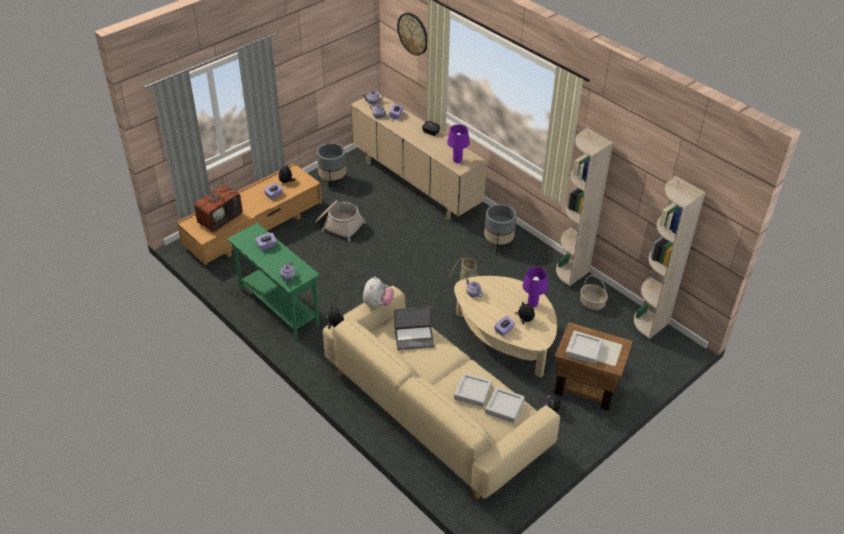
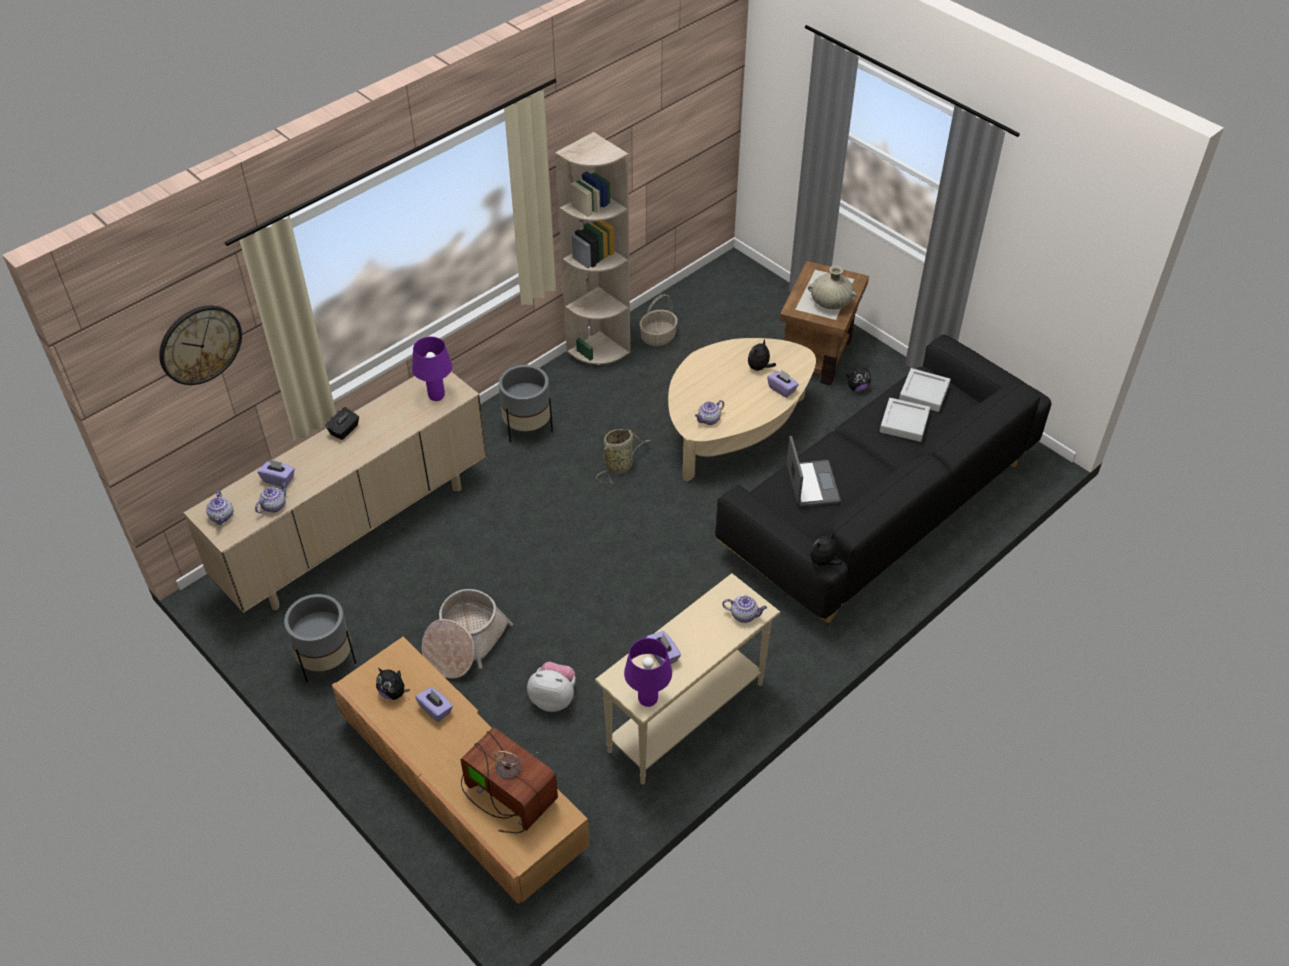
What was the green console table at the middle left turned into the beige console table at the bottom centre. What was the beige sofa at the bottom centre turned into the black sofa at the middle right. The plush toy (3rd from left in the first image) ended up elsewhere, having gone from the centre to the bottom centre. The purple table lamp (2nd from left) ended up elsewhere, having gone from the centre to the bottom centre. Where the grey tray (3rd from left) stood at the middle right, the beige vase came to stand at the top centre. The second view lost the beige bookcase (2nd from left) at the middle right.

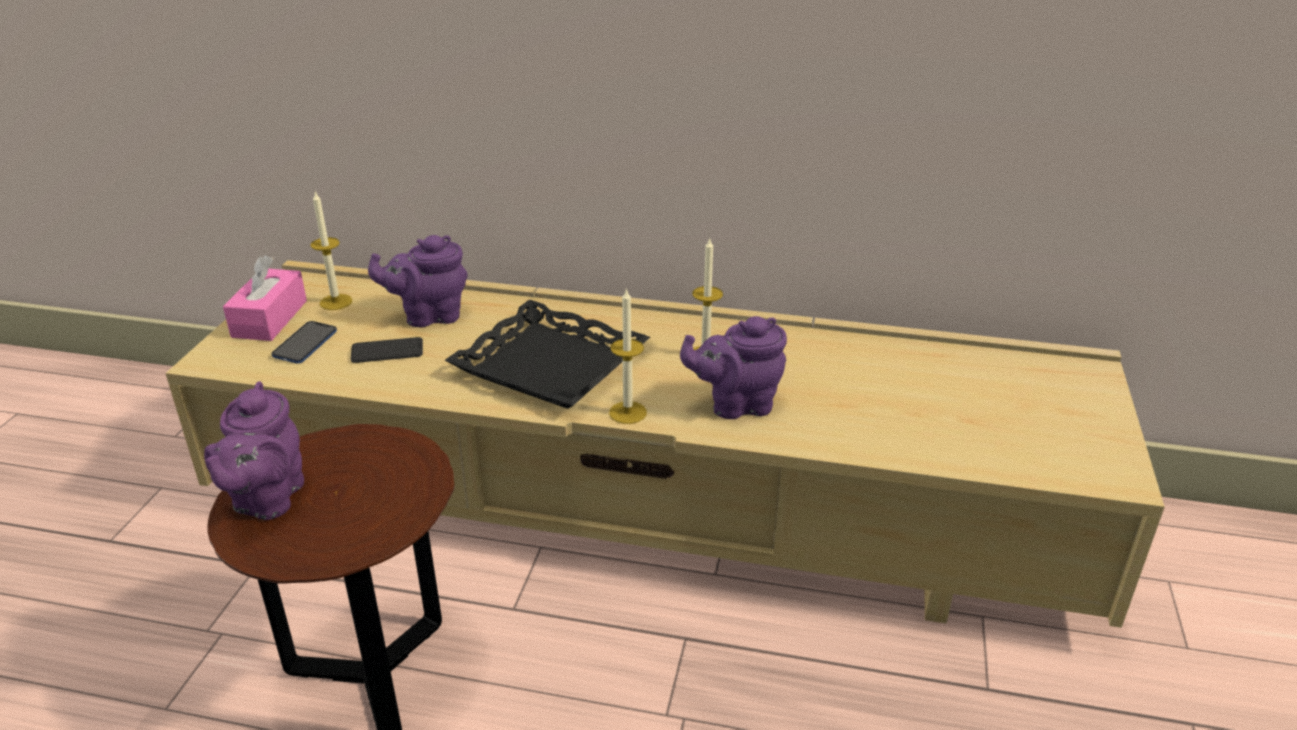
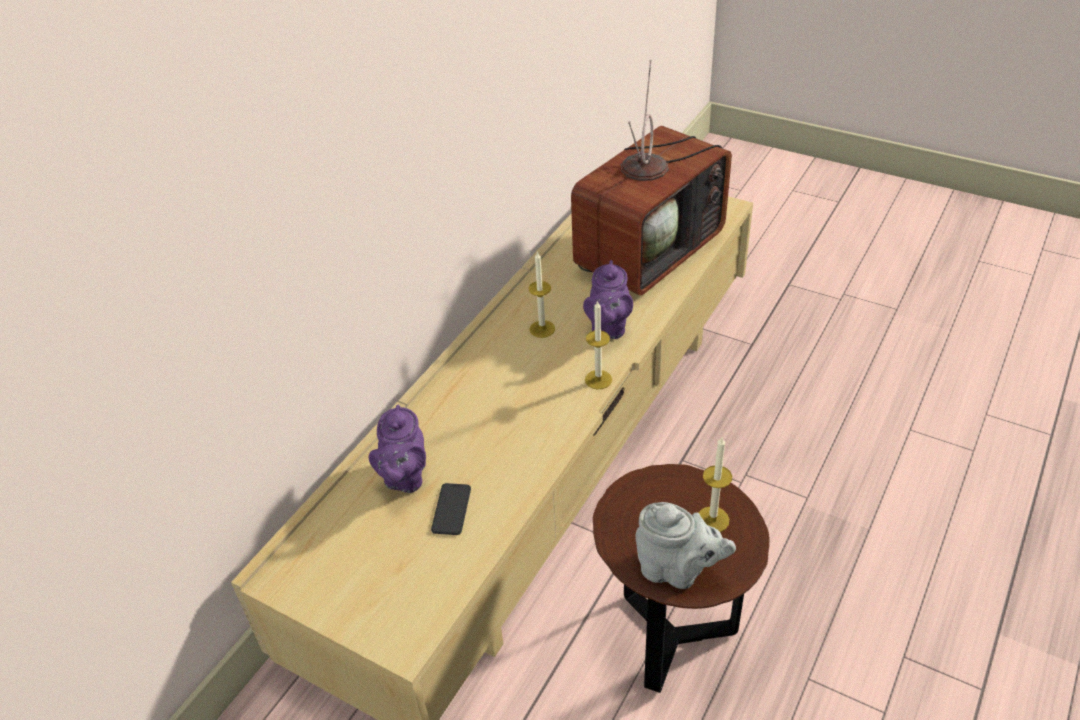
What was the purple teapot (1st from left) at the middle left turned into the grey teapot at the bottom centre. The second view lost the pink tissue box at the middle left. The second view lost the phone (1st from left) at the middle left. The candle (1st from left in the first image) ended up elsewhere, having gone from the middle left to the bottom centre. The second view lost the black tray at the centre. The second view gained the television at the top centre.

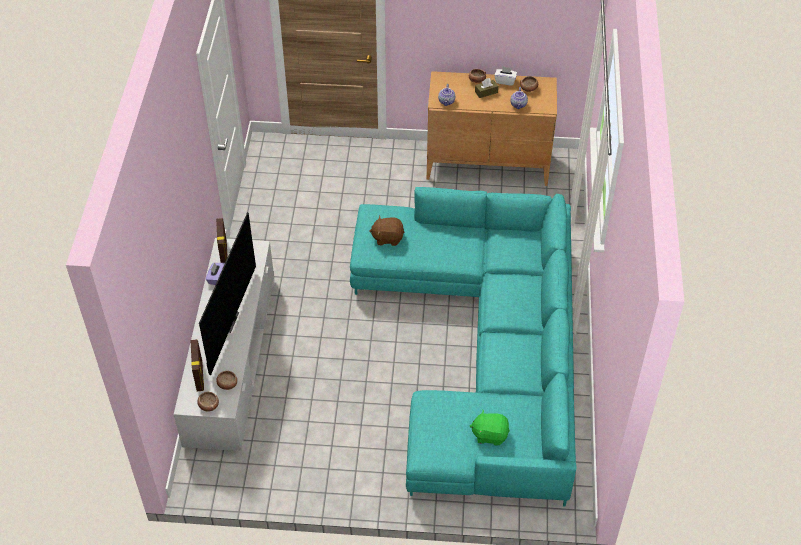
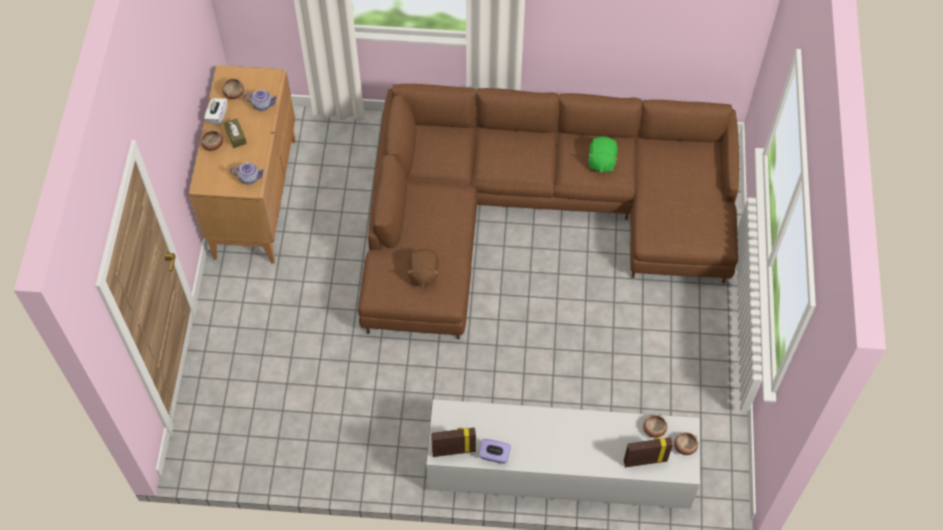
The second view lost the television at the middle left. What was the turquoise sofa at the centre turned into the brown sofa at the centre. The green plush toy ended up elsewhere, having gone from the bottom centre to the top centre.

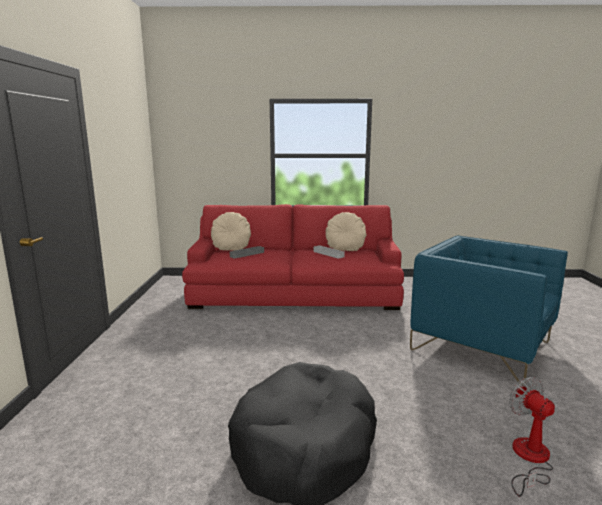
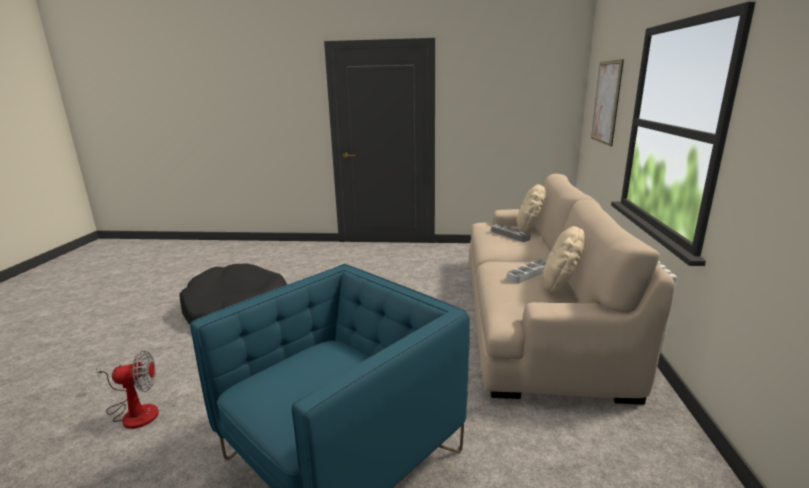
What was the red sofa at the centre turned into the beige sofa at the middle right. The second view gained the picture at the top right.

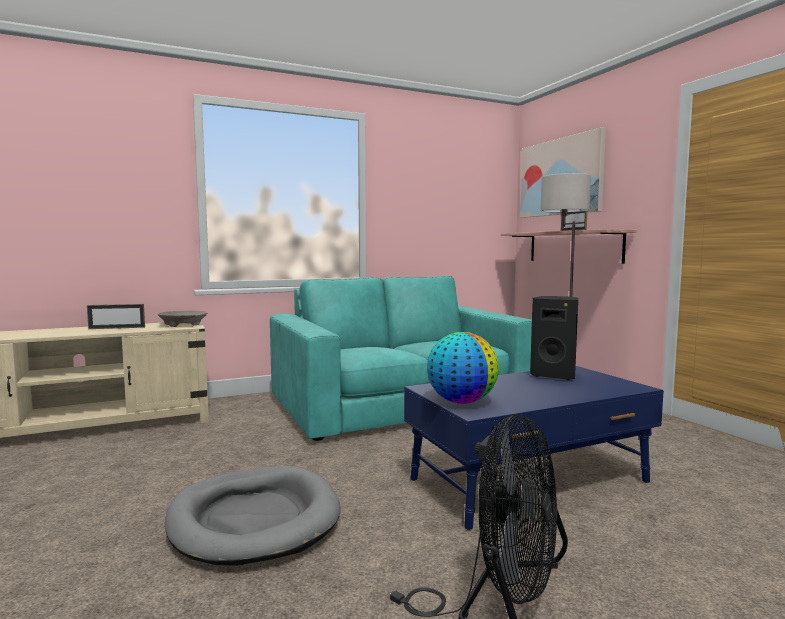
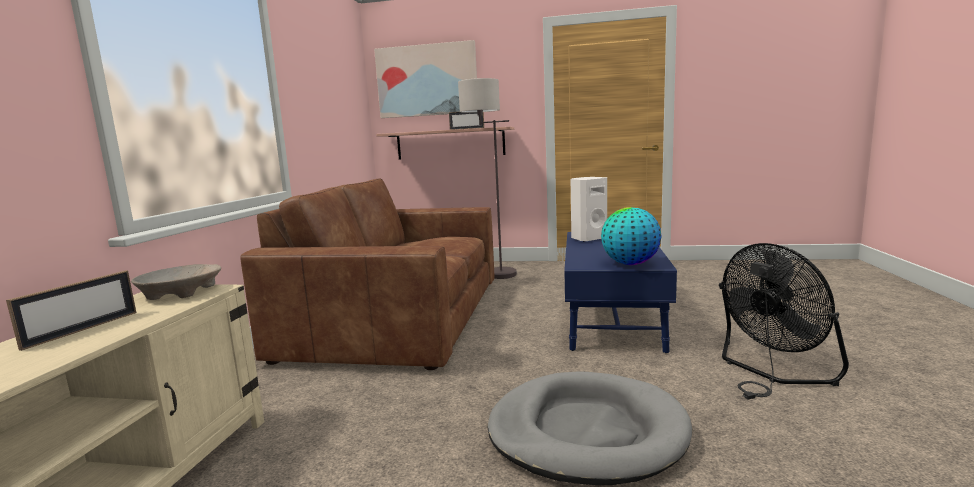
What was the turquoise sofa at the centre turned into the brown sofa at the centre. What was the black speaker at the middle right turned into the white speaker at the centre.

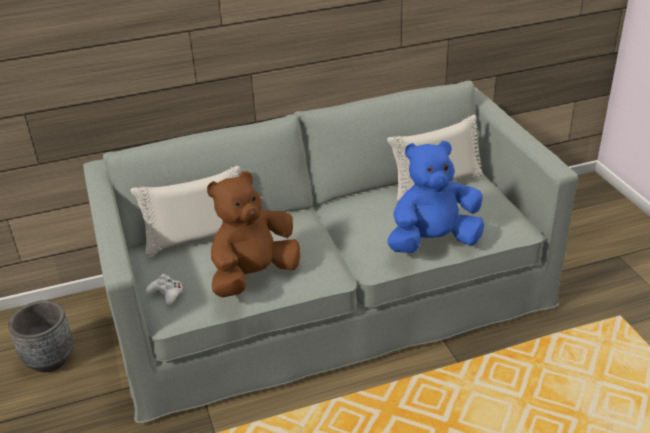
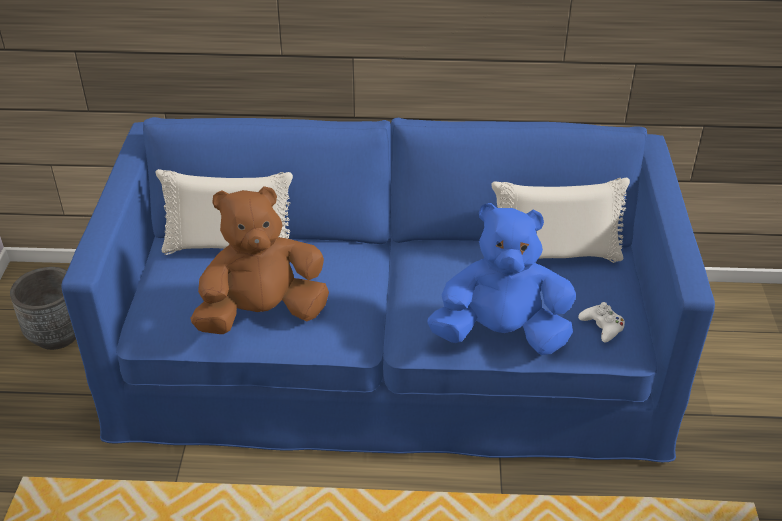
What was the grey sofa at the centre turned into the blue sofa at the centre. The white game controller ended up elsewhere, having gone from the bottom left to the middle right.

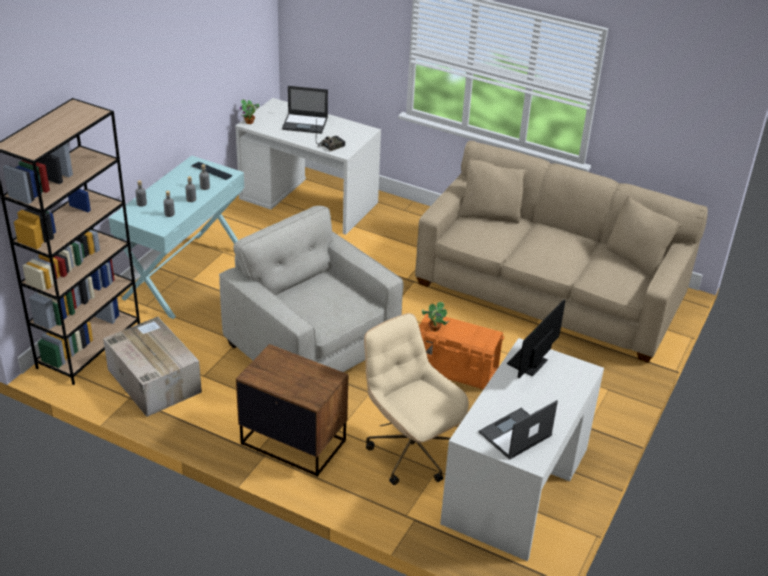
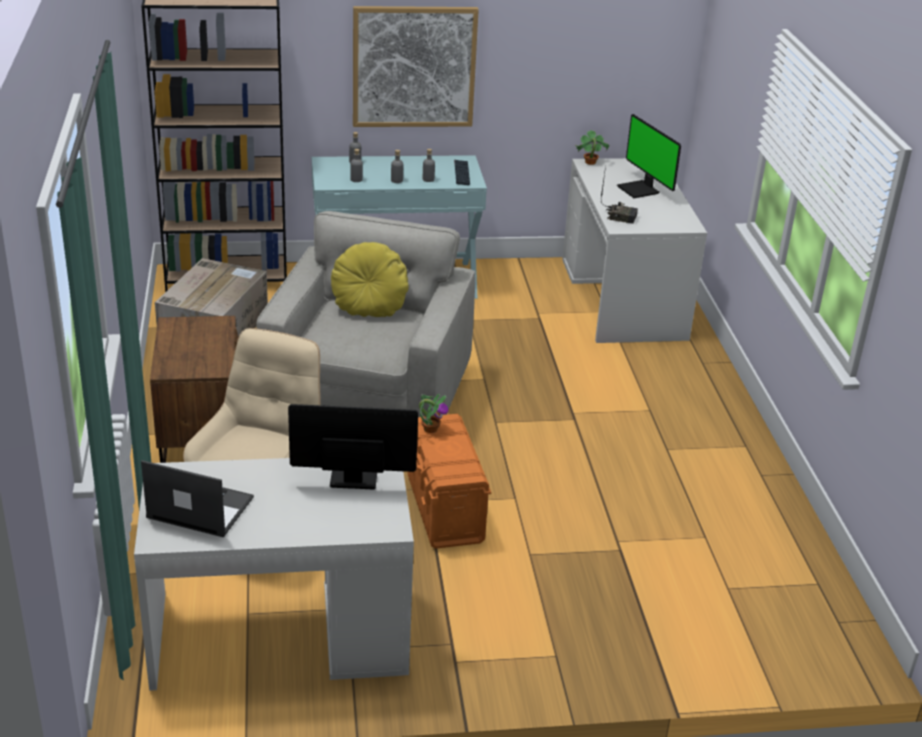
Where the laptop (1st from left) stood at the top centre, the monitor (2nd from left) came to stand at the top right. The second view lost the beige sofa at the middle right. The second view gained the yellow pillow at the centre. The second view gained the picture at the top centre.

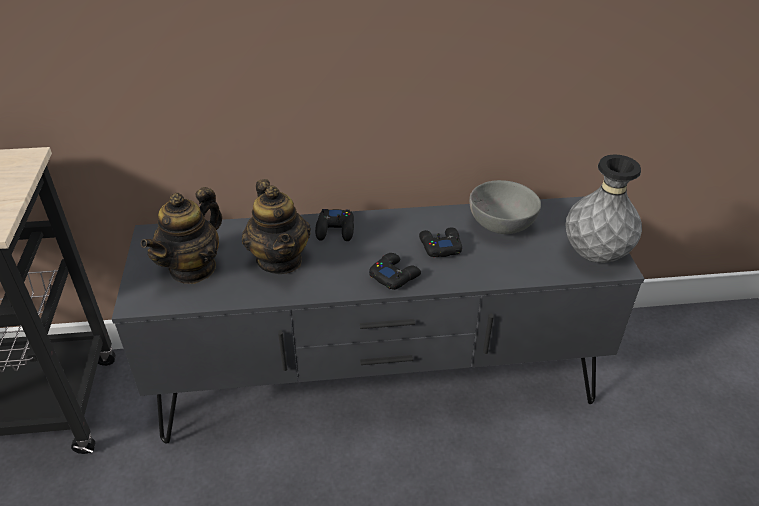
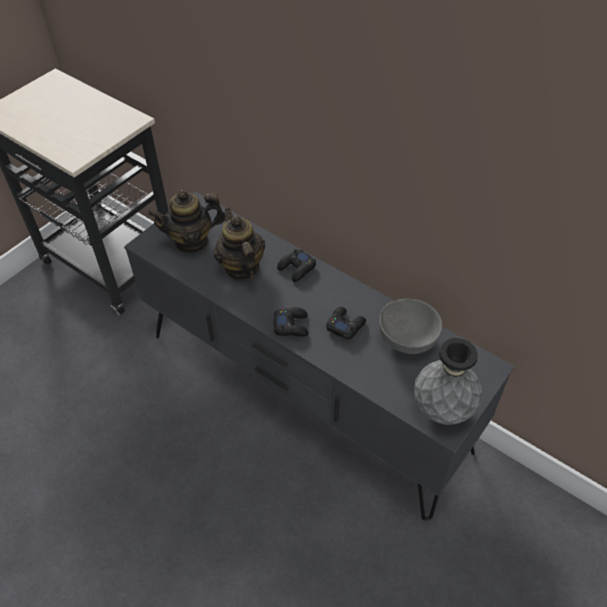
The teapot (2nd from left) at the centre ended up facing another way, 135 degrees clockwise from before.

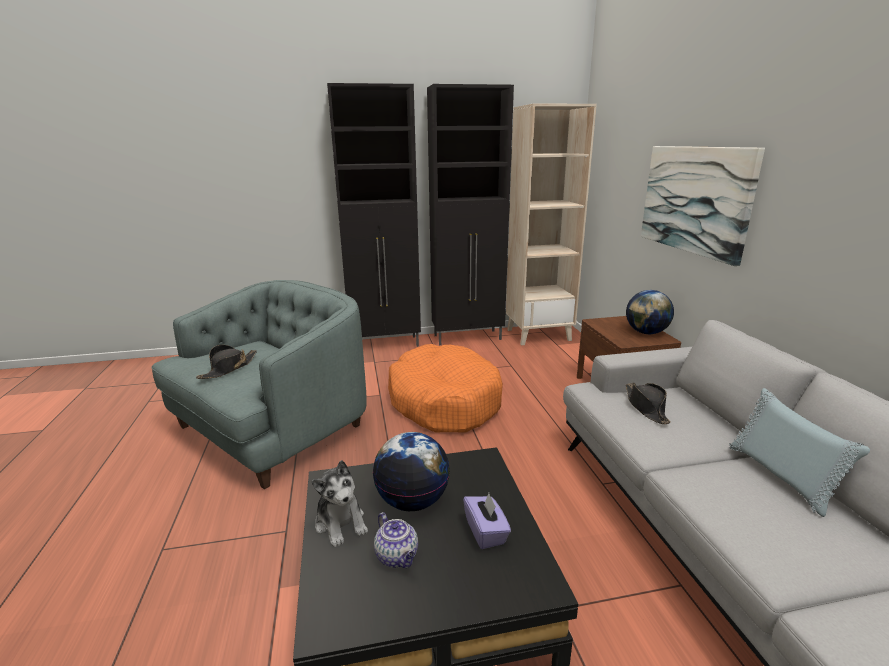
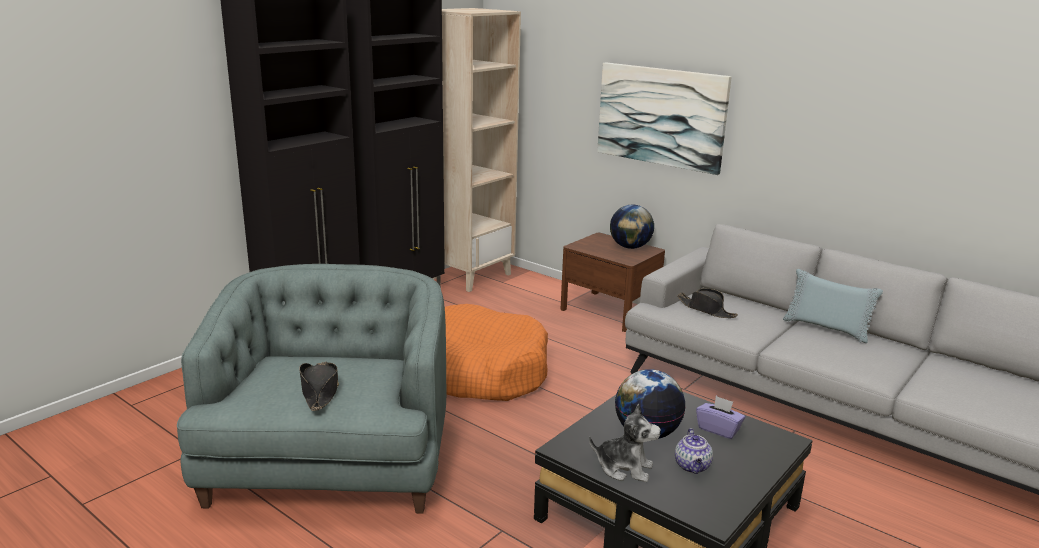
The teapot at the bottom centre ended up facing another way, 75 degrees clockwise from before.

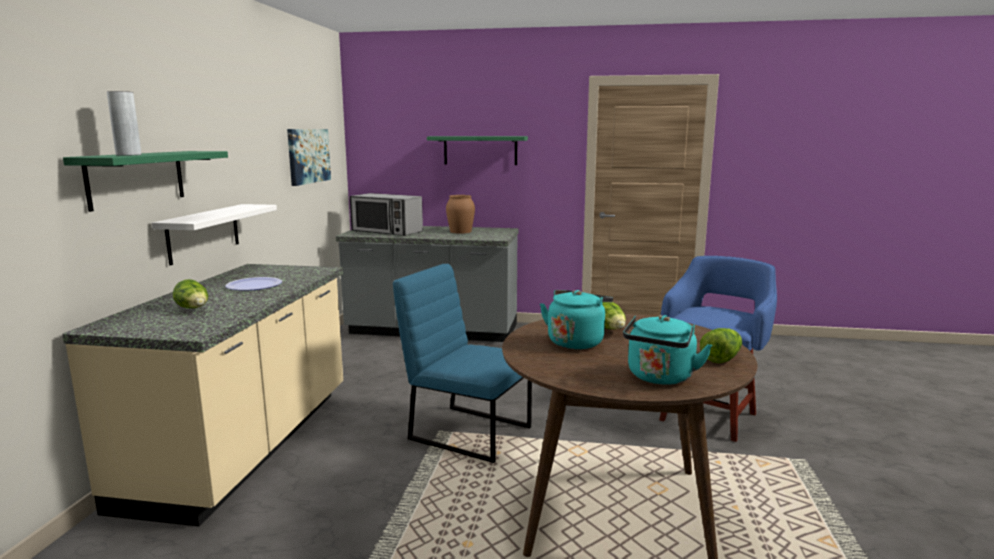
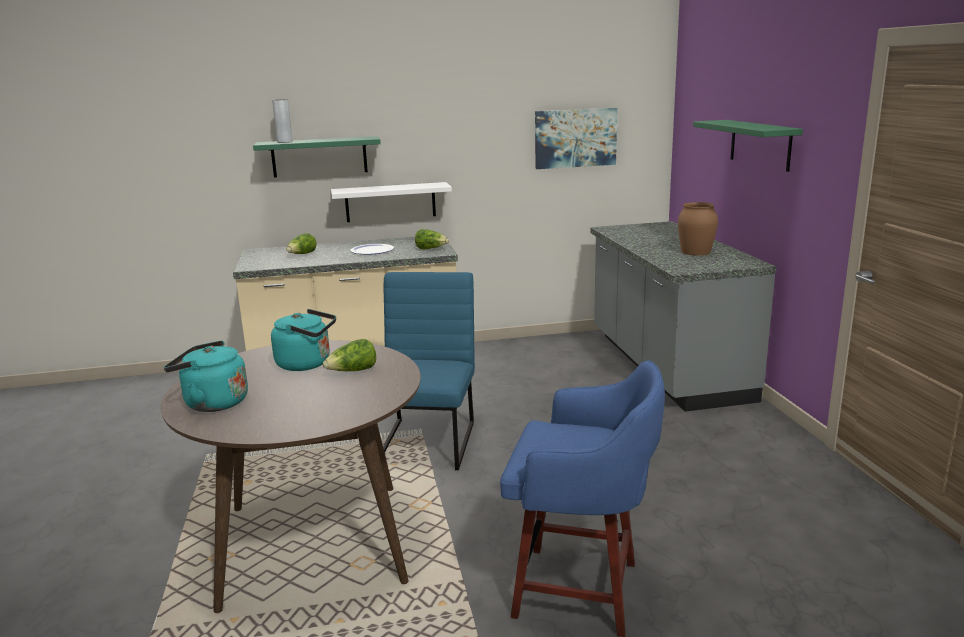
The second view lost the microwave at the centre. The lettuce (3rd from left) ended up elsewhere, having gone from the middle right to the centre.

